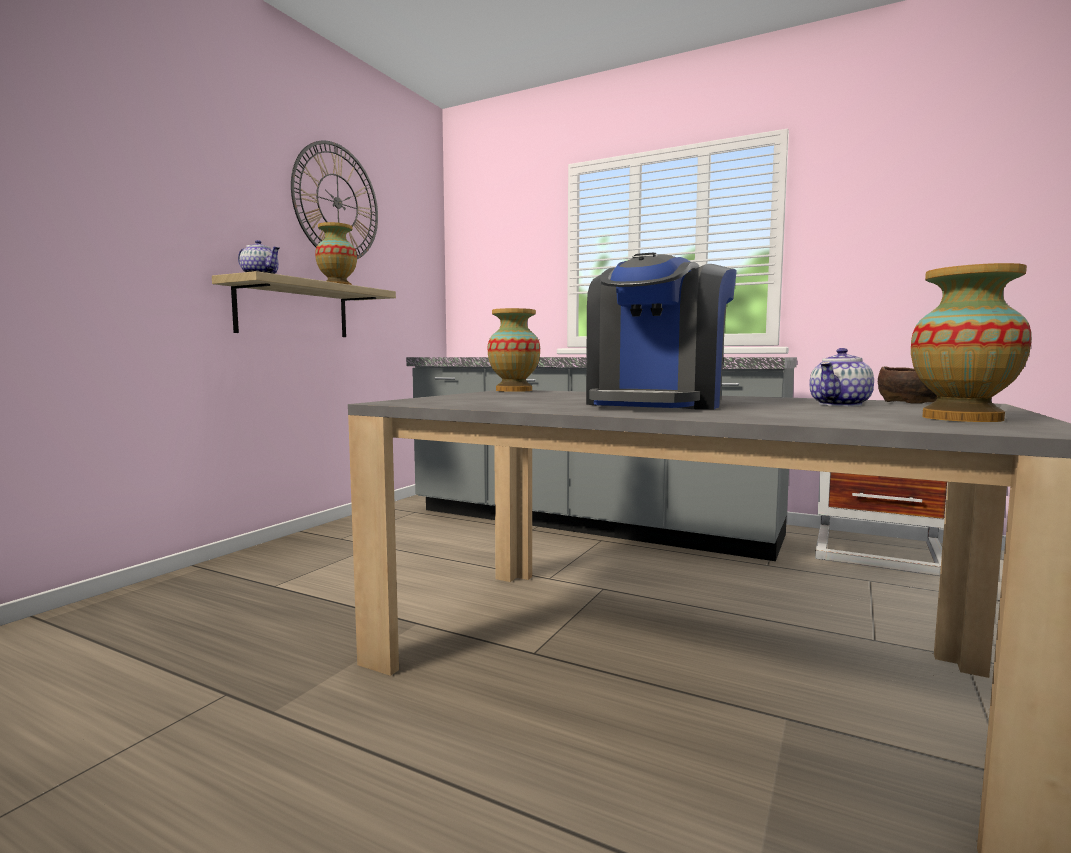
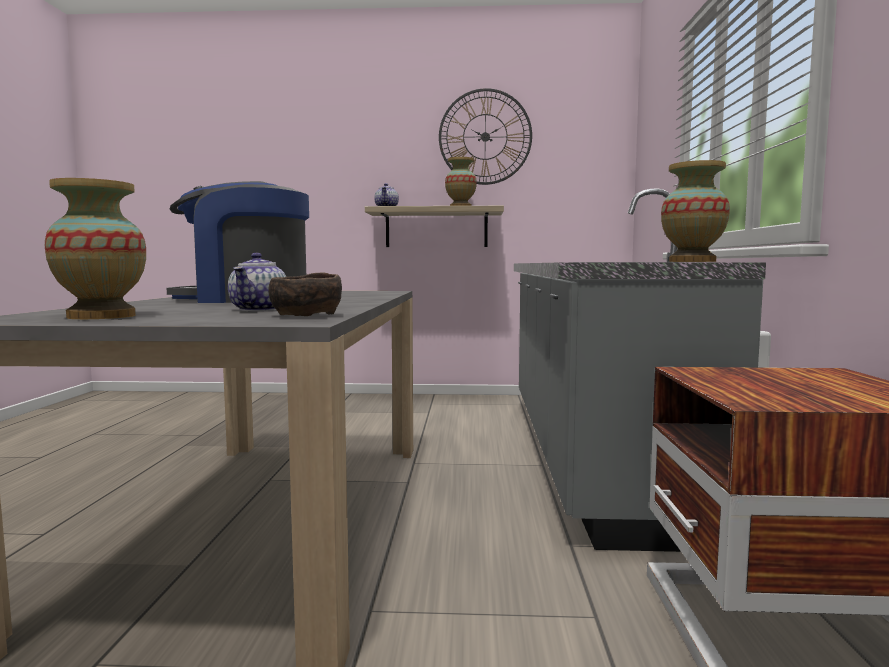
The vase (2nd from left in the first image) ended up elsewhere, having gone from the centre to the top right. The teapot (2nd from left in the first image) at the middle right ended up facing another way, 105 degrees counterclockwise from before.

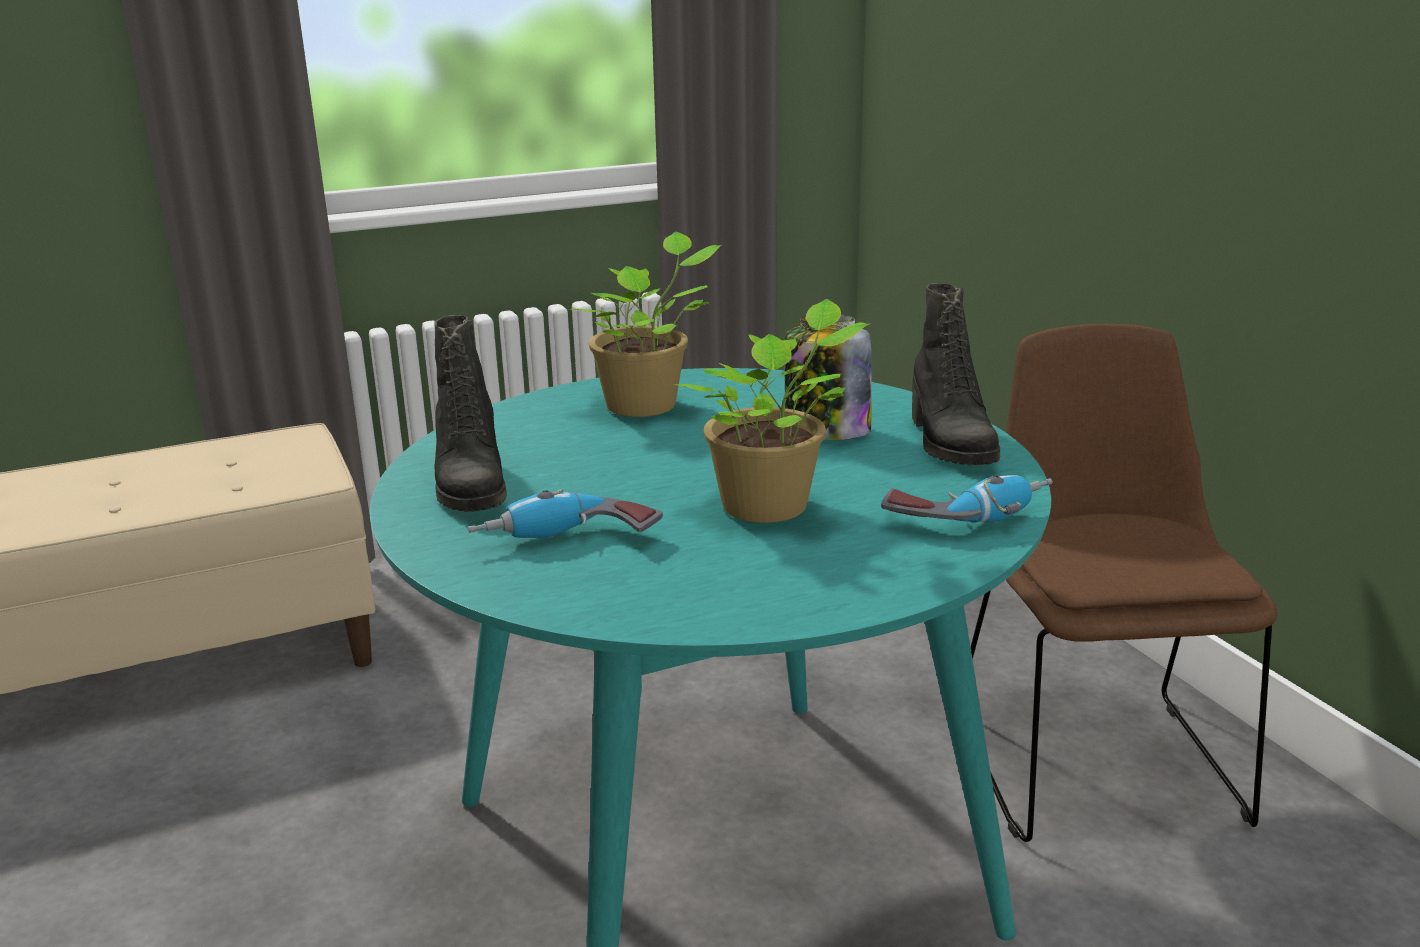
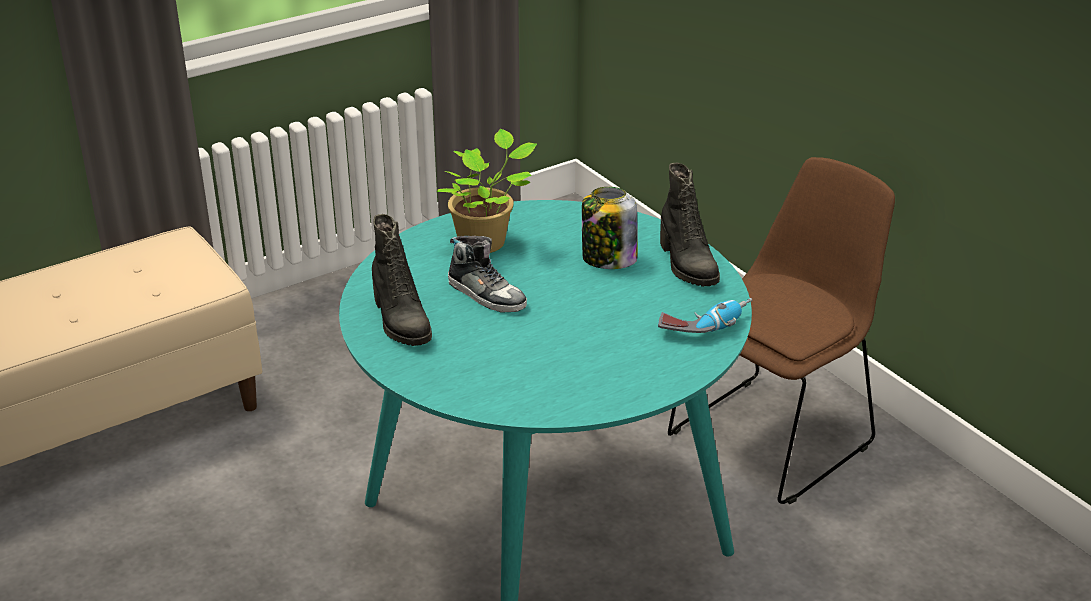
The second view lost the power drill (1st from left) at the centre. The second view lost the potted plant (2nd from left) at the centre. The brown chair at the middle right ended up facing another way, 60 degrees clockwise from before. The second view gained the shoe at the centre.

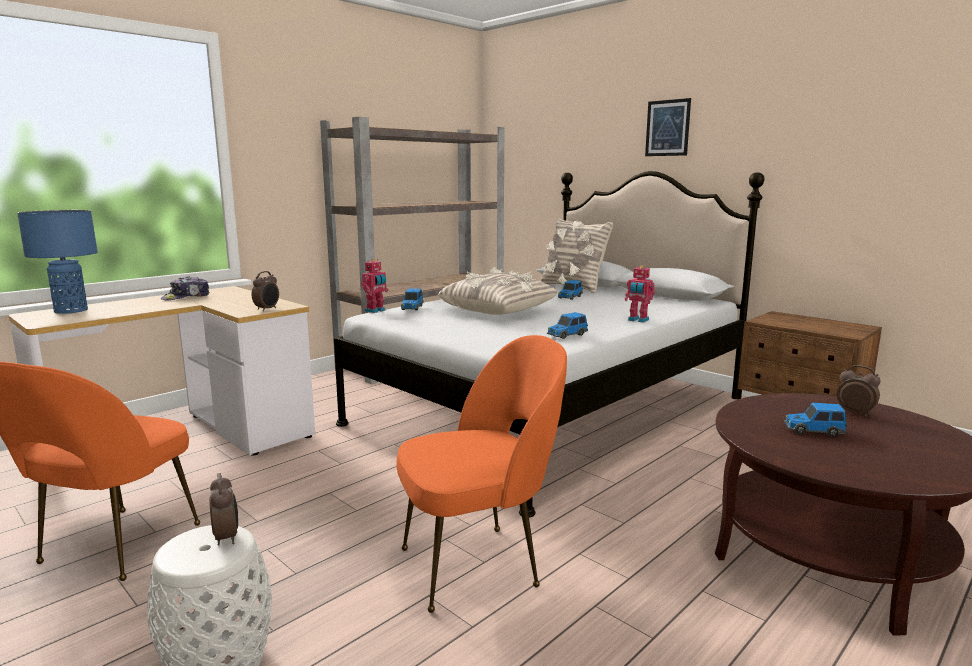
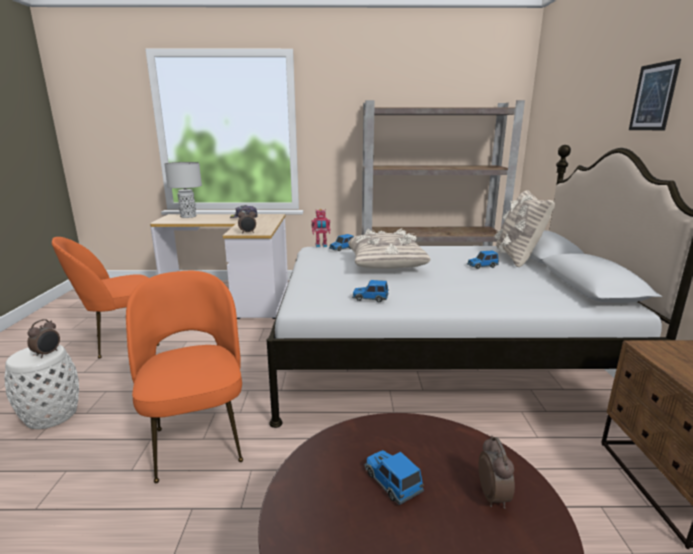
What was the blue table lamp at the middle left turned into the white table lamp at the middle left. The orange chair (2nd from left) at the bottom centre ended up facing another way, 135 degrees counterclockwise from before. The second view lost the toy robot (2nd from left) at the centre.

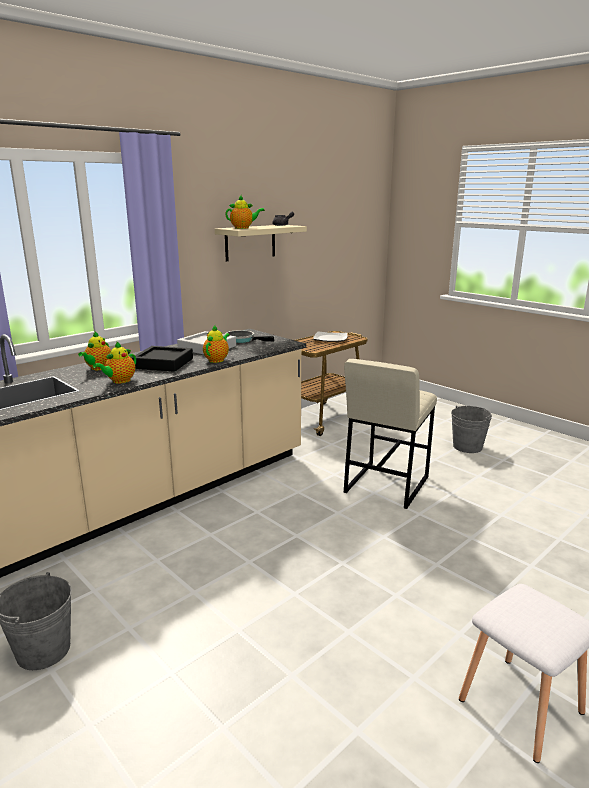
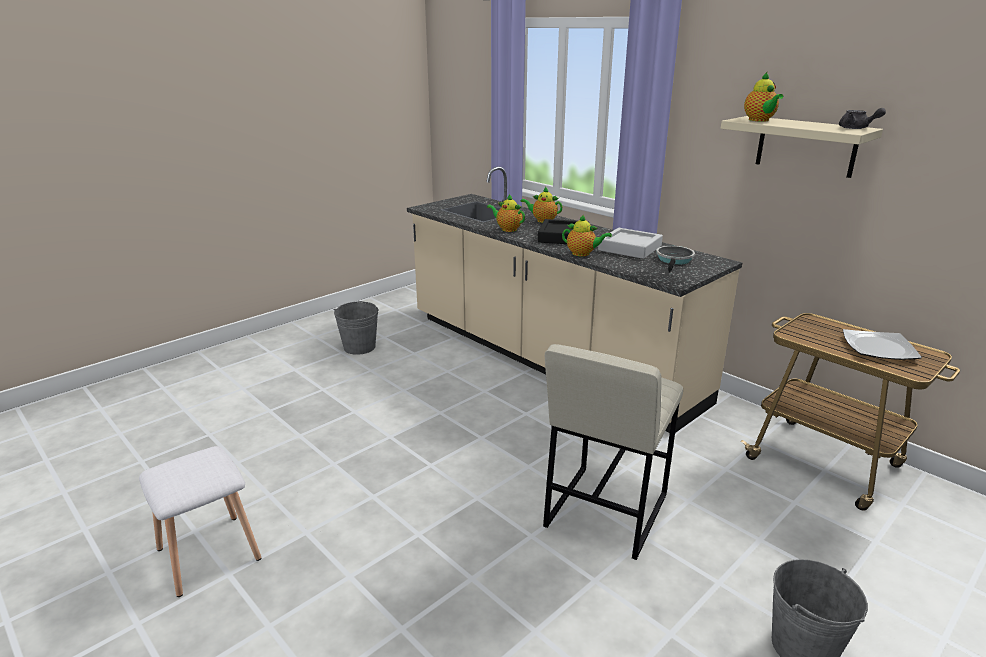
The beige chair at the centre ended up facing another way, 90 degrees counterclockwise from before.

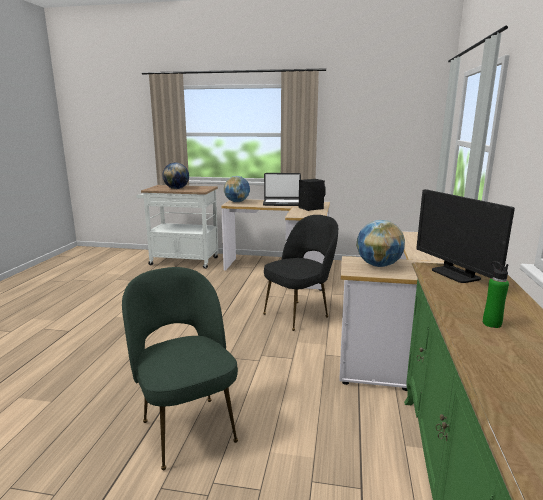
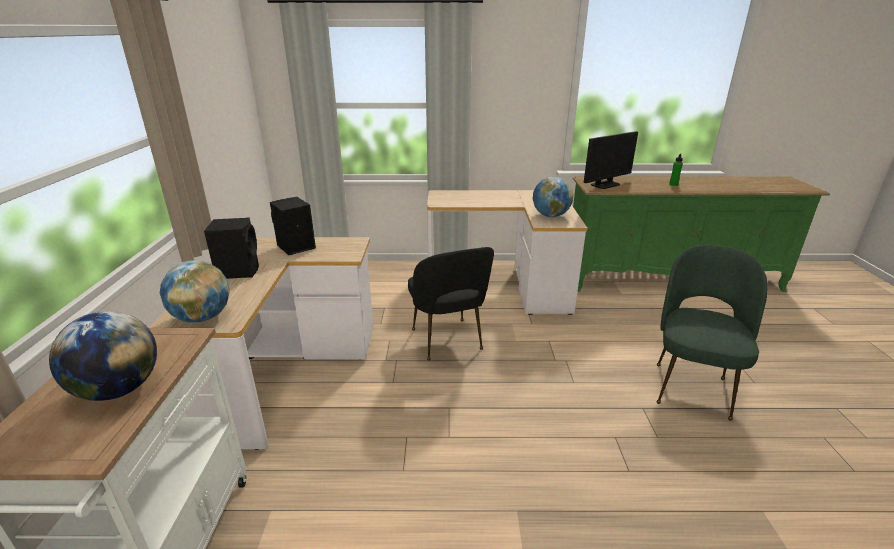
The green chair at the bottom left ended up facing another way, 150 degrees clockwise from before. Where the laptop stood at the centre, the black speaker (1st from left) came to stand at the middle left. The black chair at the centre ended up facing another way, 150 degrees counterclockwise from before.

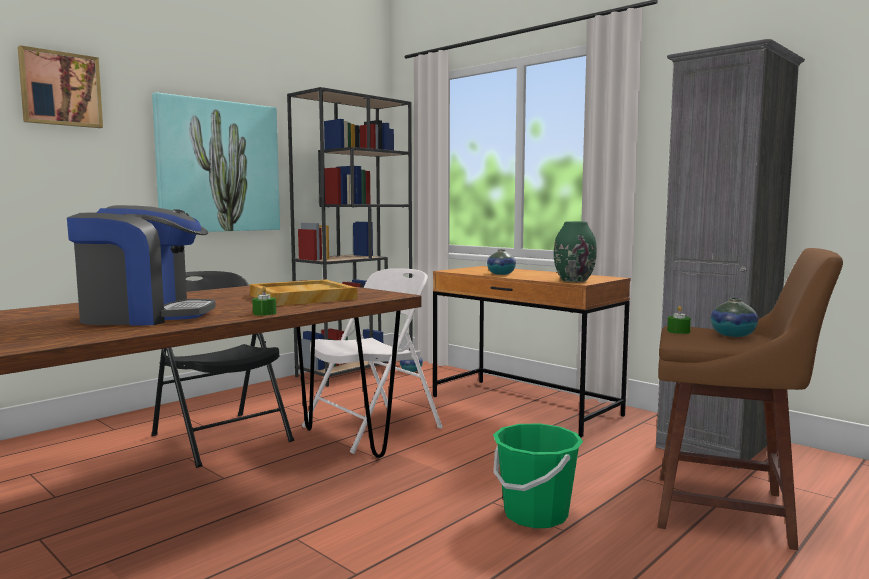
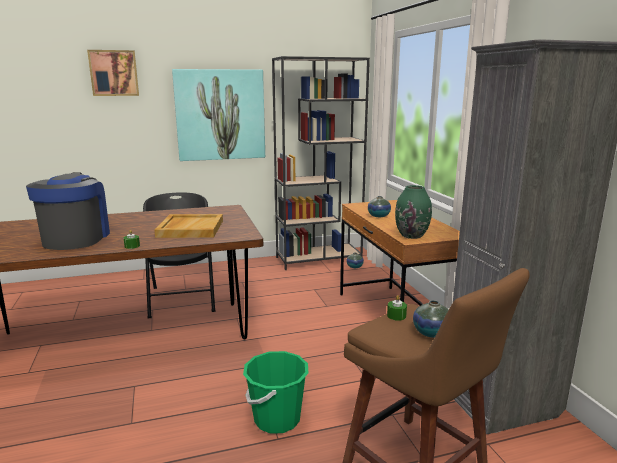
The coffee machine at the middle left ended up facing another way, 120 degrees counterclockwise from before. The second view lost the white chair at the centre.

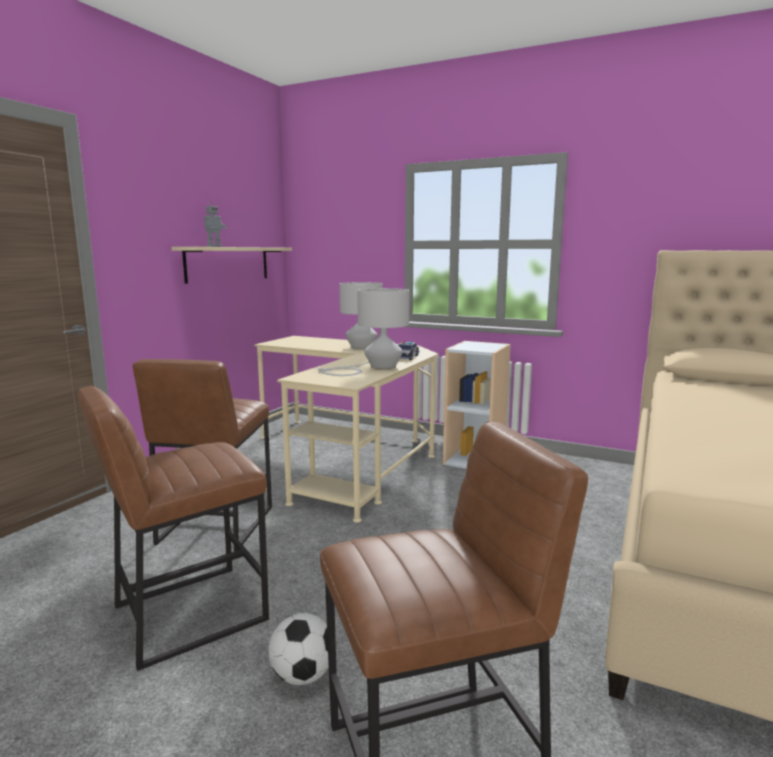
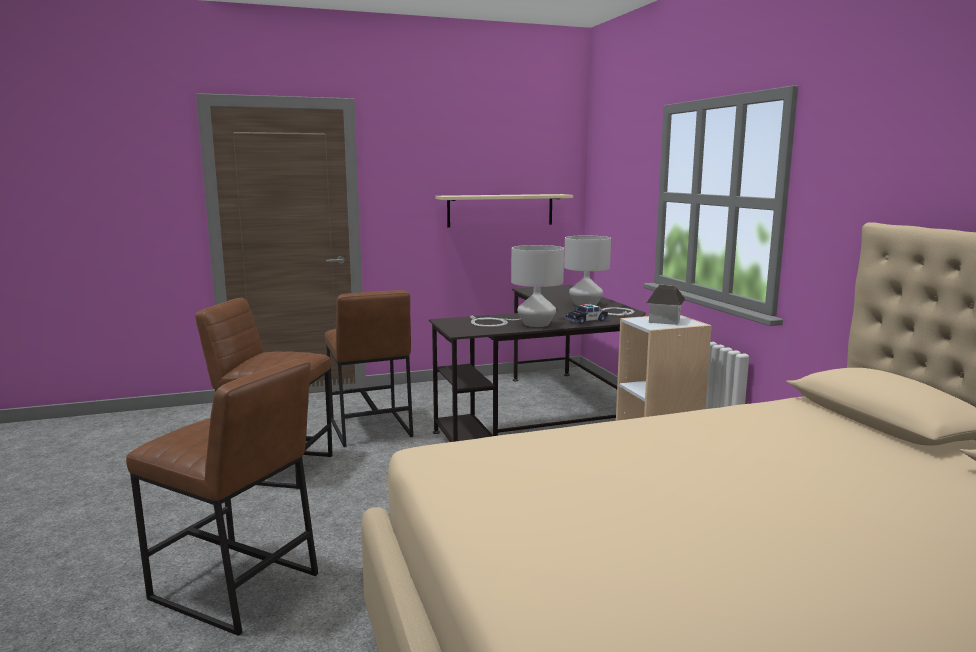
The brown chair (2nd from left in the first image) at the middle left ended up facing another way, 75 degrees counterclockwise from before. The second view lost the toy robot at the top left. What was the beige desk at the centre turned into the black desk at the centre. The second view lost the football at the bottom centre. The second view gained the toy house at the middle right.

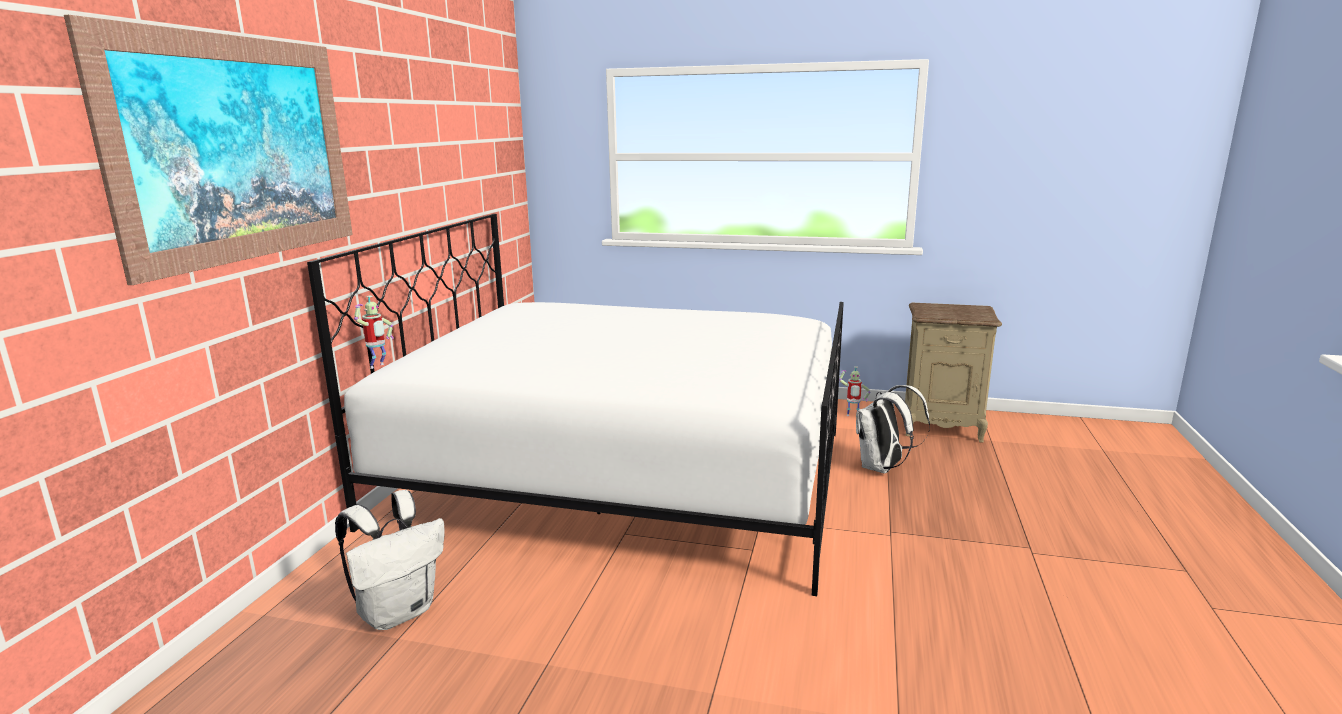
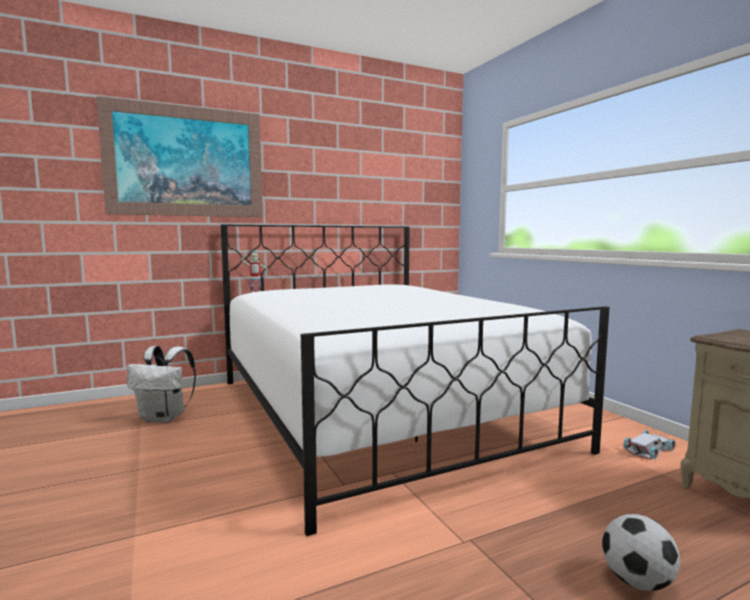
Where the toy robot (2nd from left) stood at the centre, the white toy car came to stand at the bottom right. The second view lost the white backpack (2nd from left) at the centre. The second view gained the football at the bottom right.

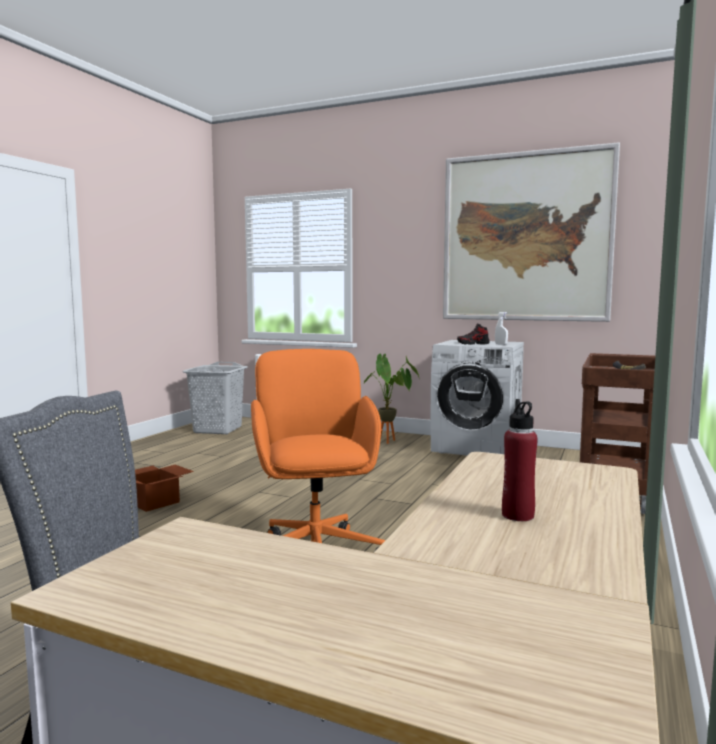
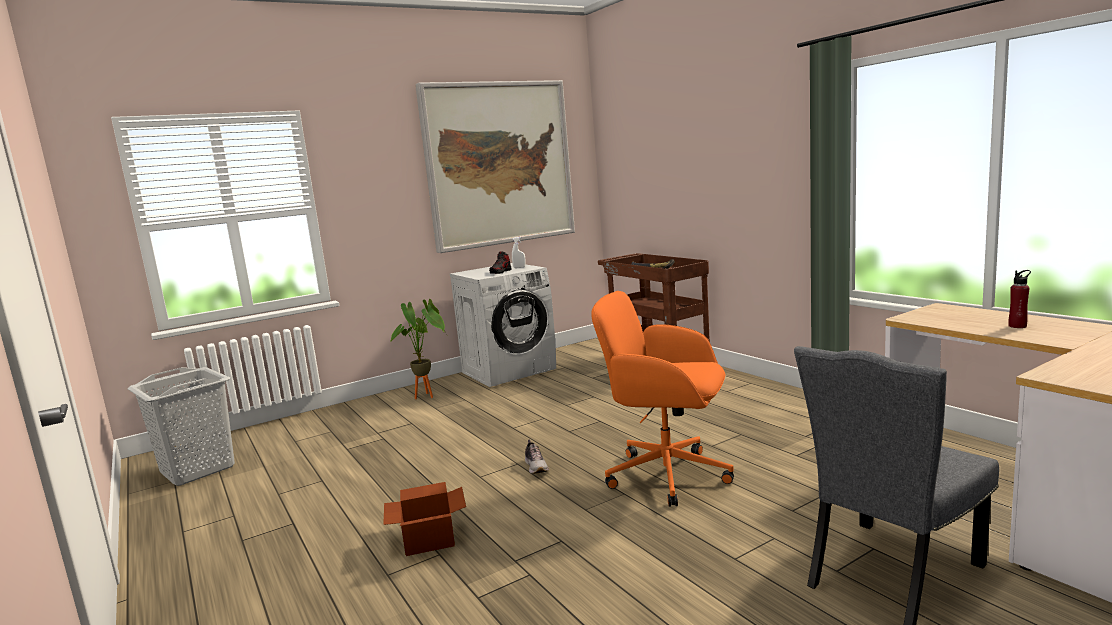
The second view gained the shoe (2nd from left) at the bottom centre.

